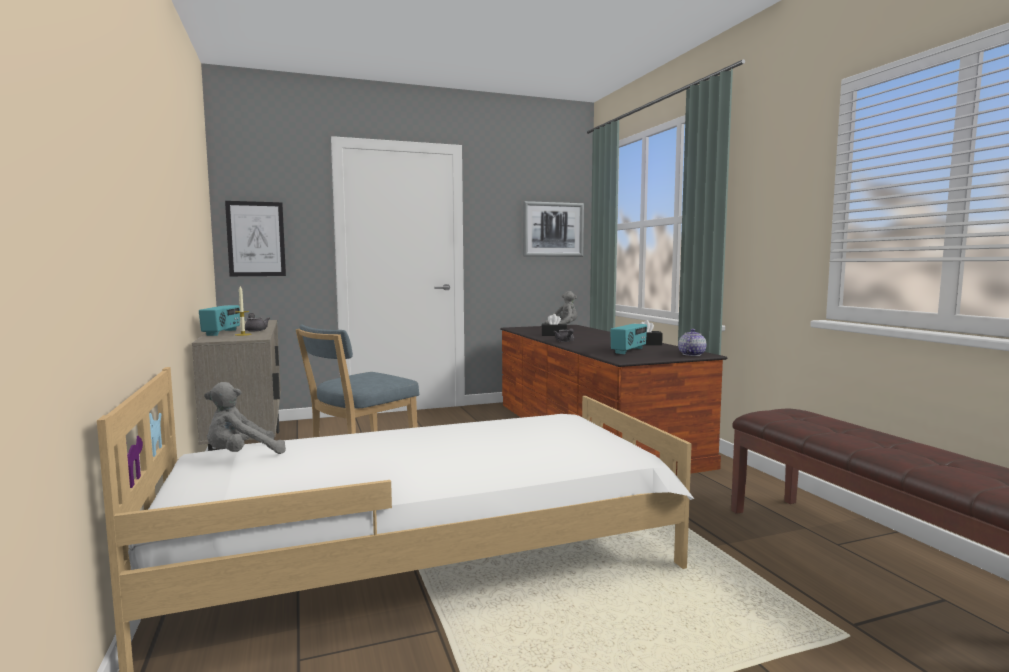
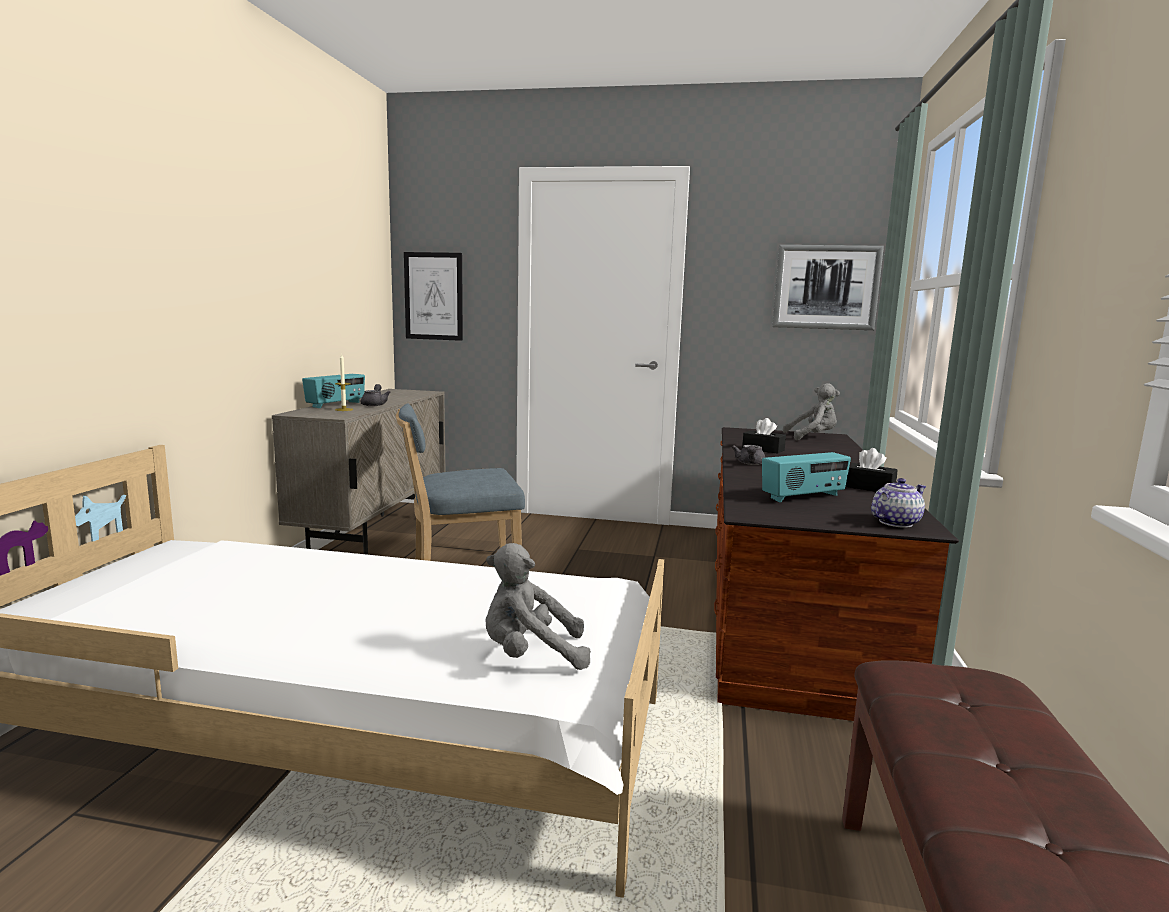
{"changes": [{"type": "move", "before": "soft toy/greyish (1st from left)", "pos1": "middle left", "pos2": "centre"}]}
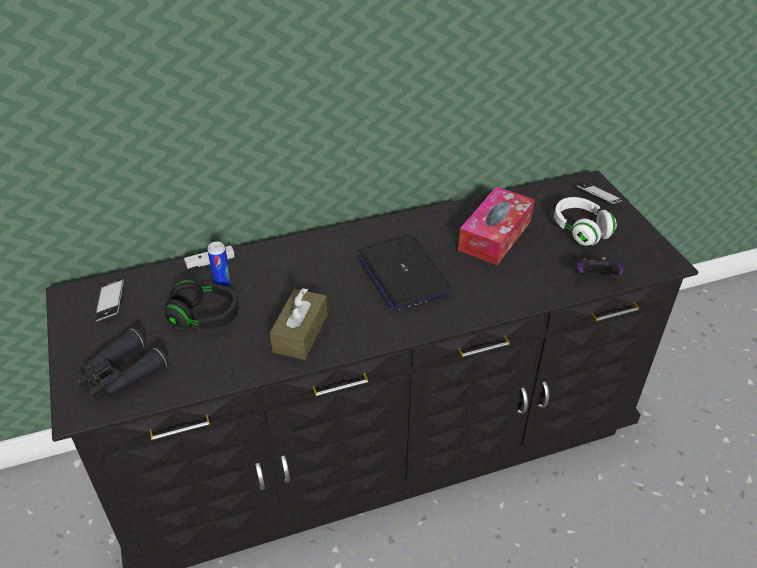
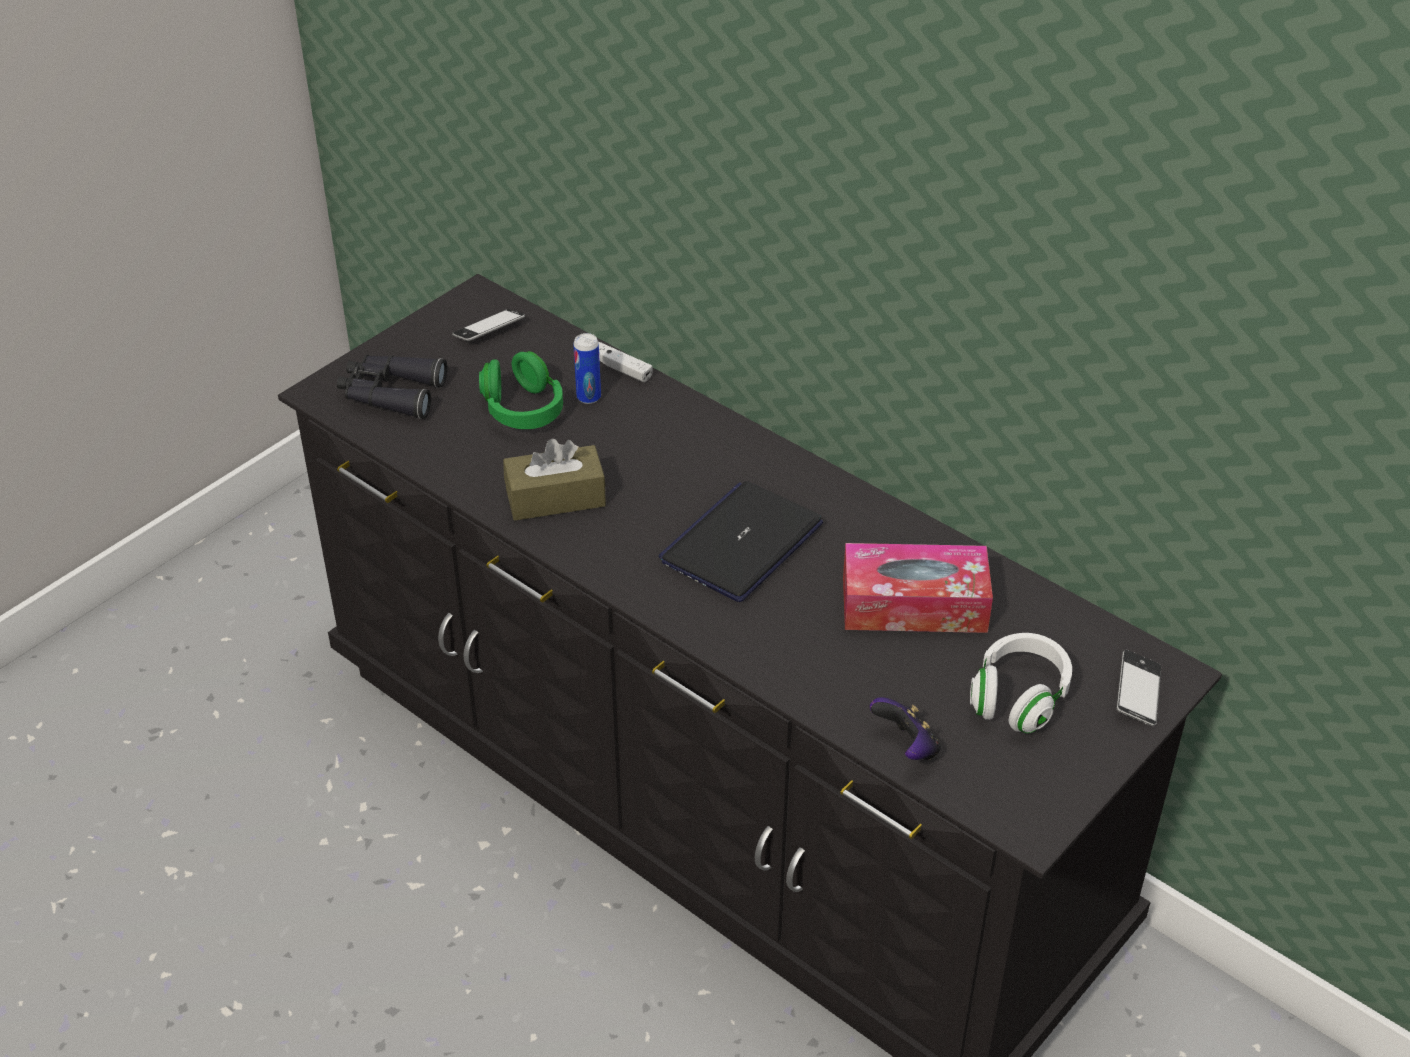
{"changes": [{"type": "recolor", "before": "pair of headphones/blackish", "after": "pair of headphones/greenish", "pos1": "middle left", "pos2": "centre"}]}
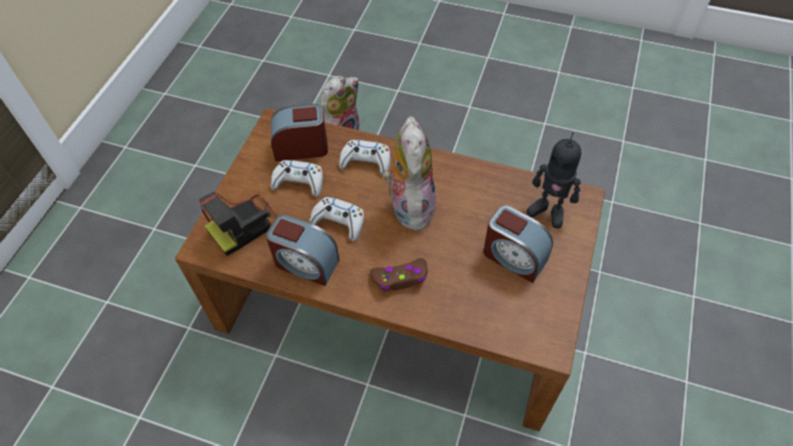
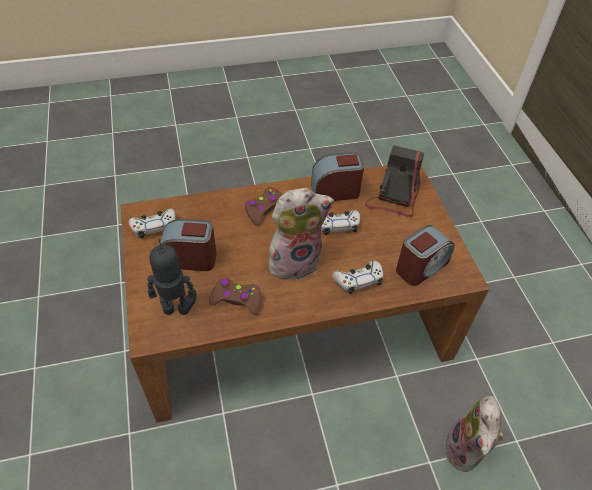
{"changes": [{"type": "rotate", "before": "soft toy (2nd from left in the first image)", "pos1": "centre", "pos2": "centre", "turn": -75}, {"type": "move", "before": "game controller/whitish (1st from left)", "pos1": "centre", "pos2": "middle left"}, {"type": "insert", "after": "game controller/brown-coloured (1st from left)", "pos2": "centre"}]}
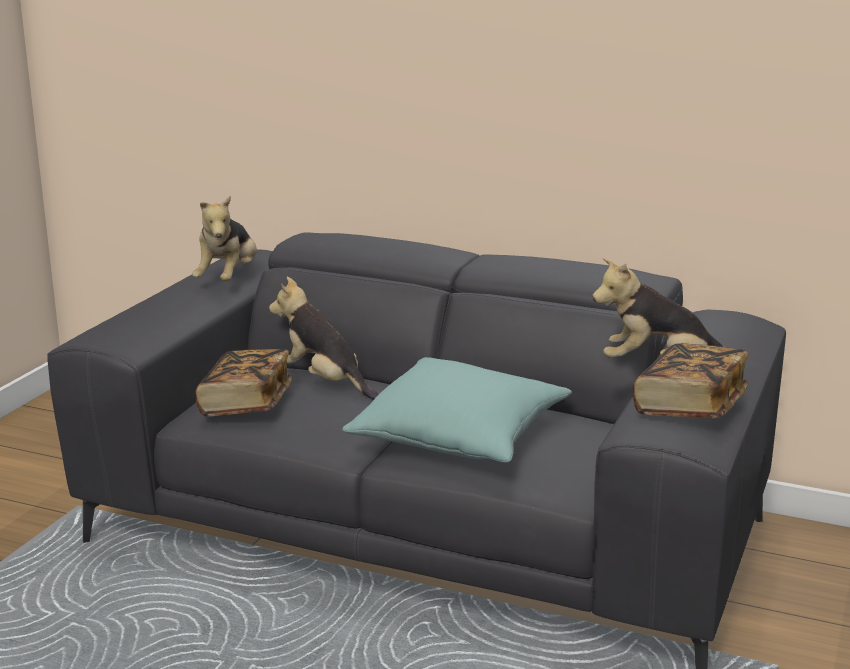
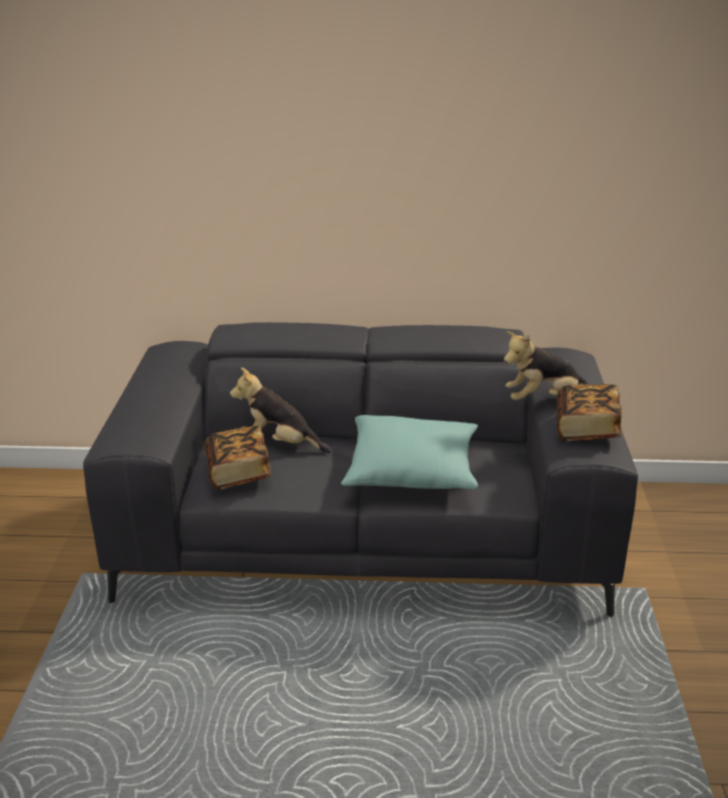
{"changes": [{"type": "delete", "before": "soft toy (1st from left)", "pos1": "middle left"}]}
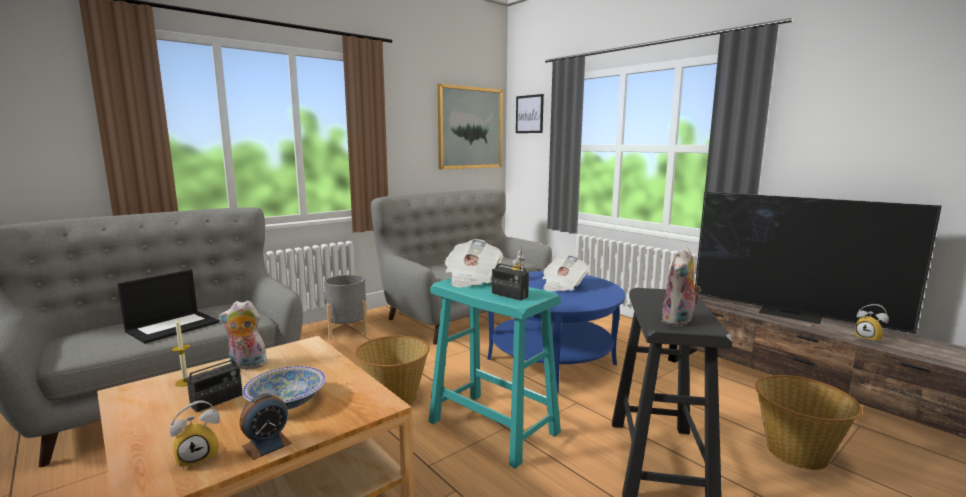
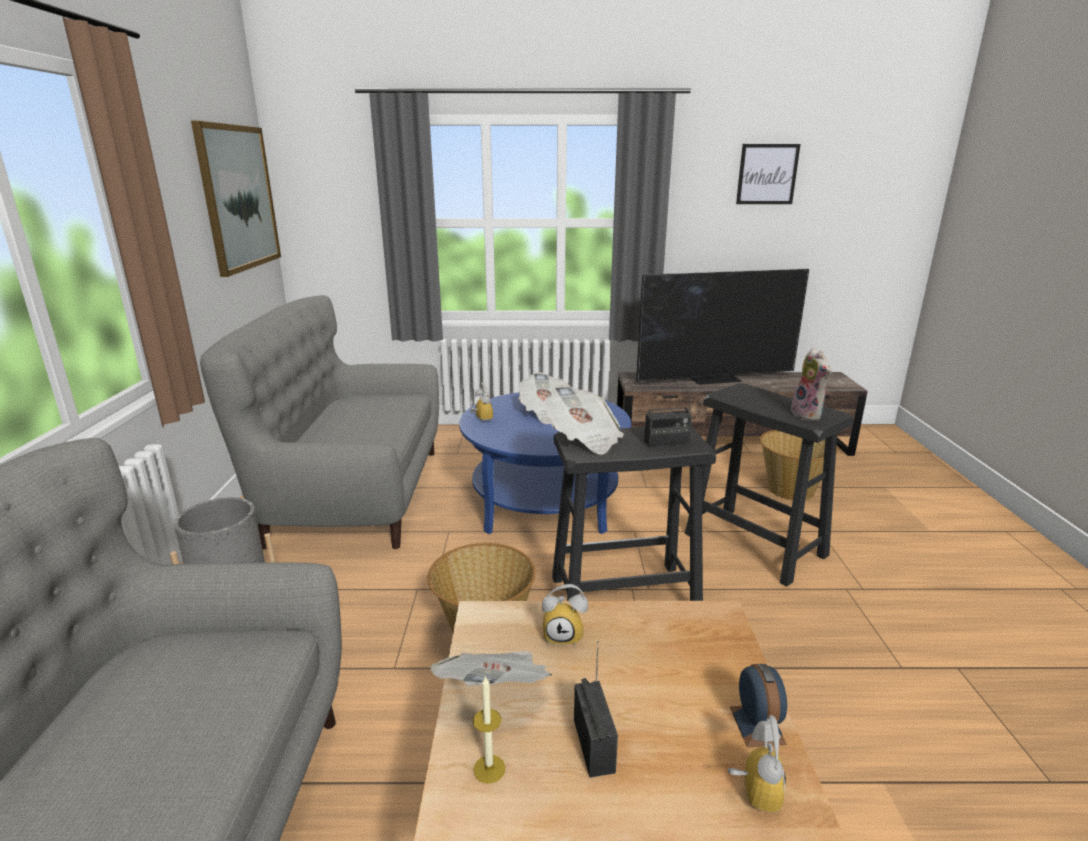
{"changes": [{"type": "move", "before": "wall art (2nd from left)", "pos1": "top centre", "pos2": "top right"}, {"type": "delete", "before": "portable computer", "pos1": "middle left"}, {"type": "recolor", "before": "sitting stool/blue-green", "after": "sitting stool/blackish (1st from left)", "pos1": "bottom centre", "pos2": "centre"}, {"type": "replace", "before": "soft toy (1st from left)", "after": "printed paper (1st from left)", "pos1": "bottom left", "pos2": "bottom centre"}, {"type": "move", "before": "table clock (4th from left in the first image)", "after": "table clock (2nd from left)", "pos1": "middle right", "pos2": "bottom centre"}, {"type": "delete", "before": "bowl", "pos1": "bottom left"}]}
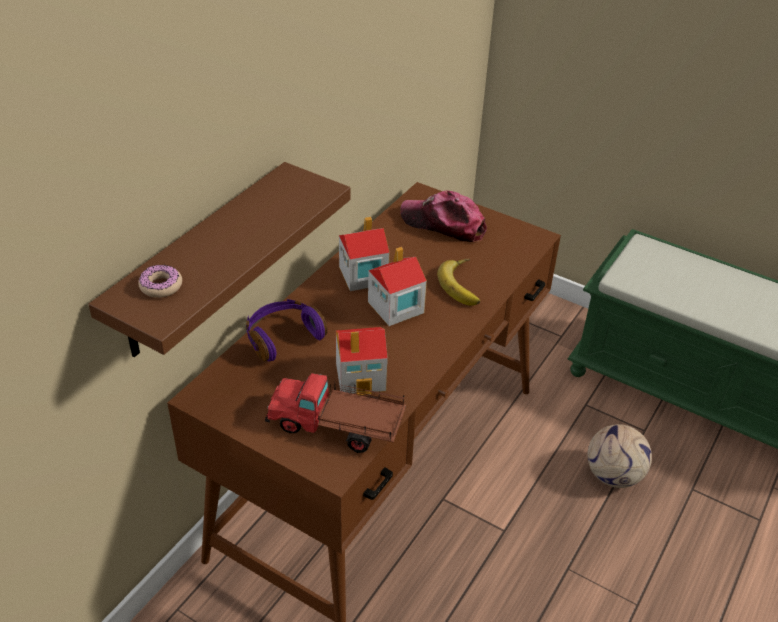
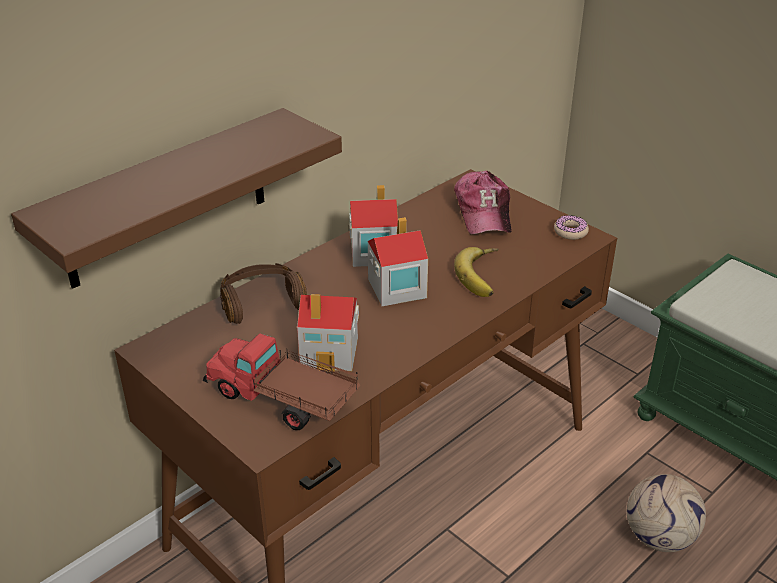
{"changes": [{"type": "rotate", "before": "cap", "pos1": "centre", "pos2": "centre", "turn": -135}, {"type": "move", "before": "ring doughnut", "pos1": "middle left", "pos2": "middle right"}, {"type": "recolor", "before": "pair of headphones/purple-coloured", "after": "pair of headphones/brown-coloured", "pos1": "centre", "pos2": "centre"}]}
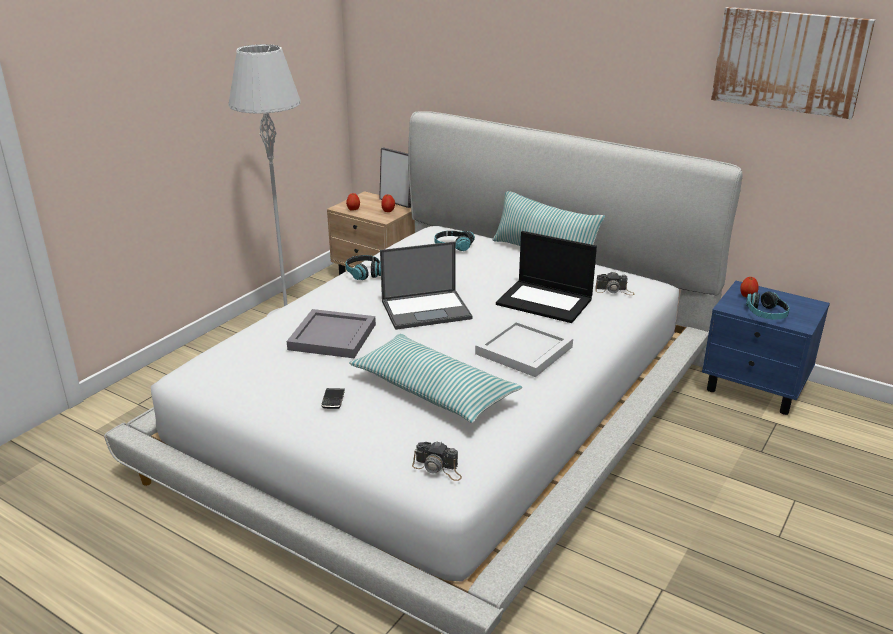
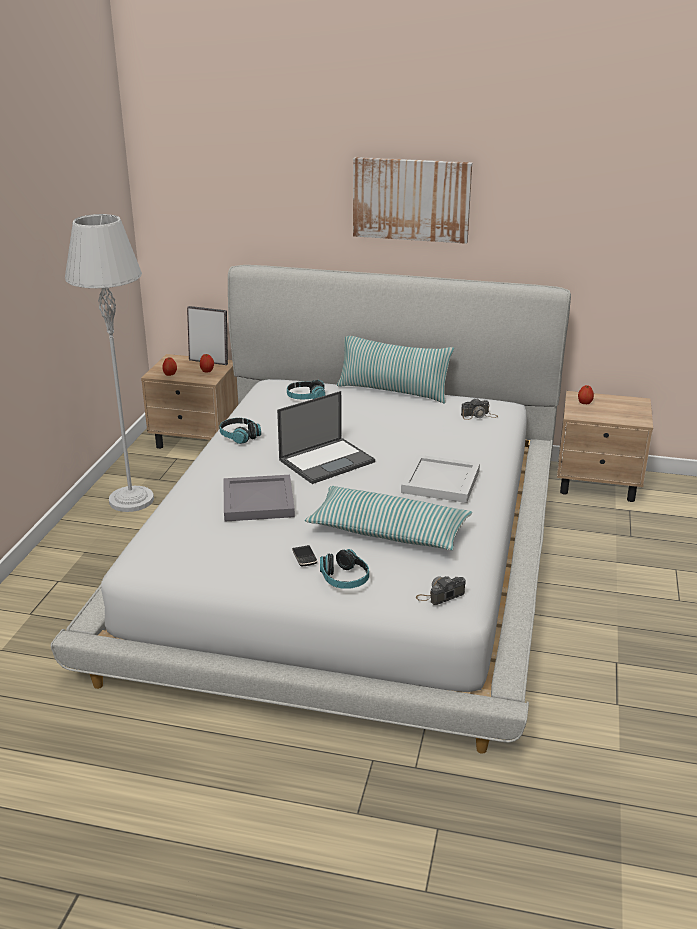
{"changes": [{"type": "move", "before": "wall art", "pos1": "top right", "pos2": "top centre"}, {"type": "delete", "before": "portable computer (2nd from left)", "pos1": "centre"}, {"type": "recolor", "before": "night table/blue", "after": "night table/beige-coloured (2nd from left)", "pos1": "middle right", "pos2": "middle right"}, {"type": "move", "before": "pair of headphones (3rd from left)", "pos1": "middle right", "pos2": "centre"}, {"type": "rotate", "before": "still camera (1st from left)", "pos1": "bottom centre", "pos2": "centre", "turn": 150}]}
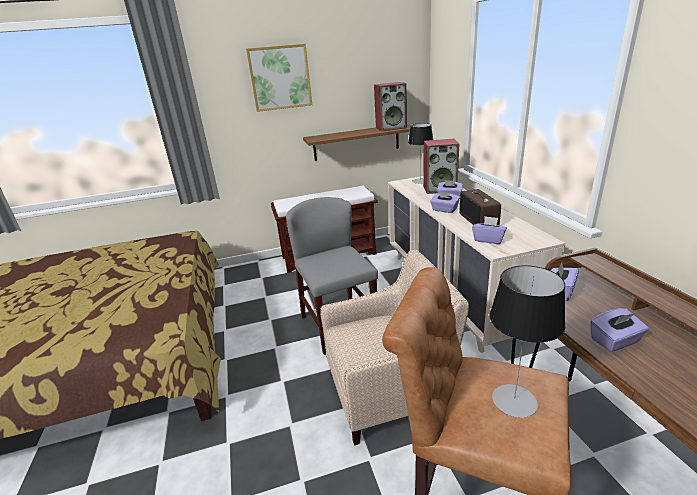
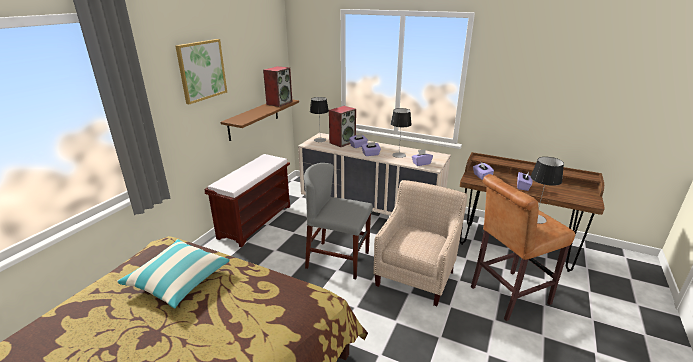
{"changes": [{"type": "replace", "before": "radio", "after": "lamp for a table (2nd from left)", "pos1": "middle right", "pos2": "centre"}, {"type": "insert", "after": "throw pillow", "pos2": "bottom left"}]}
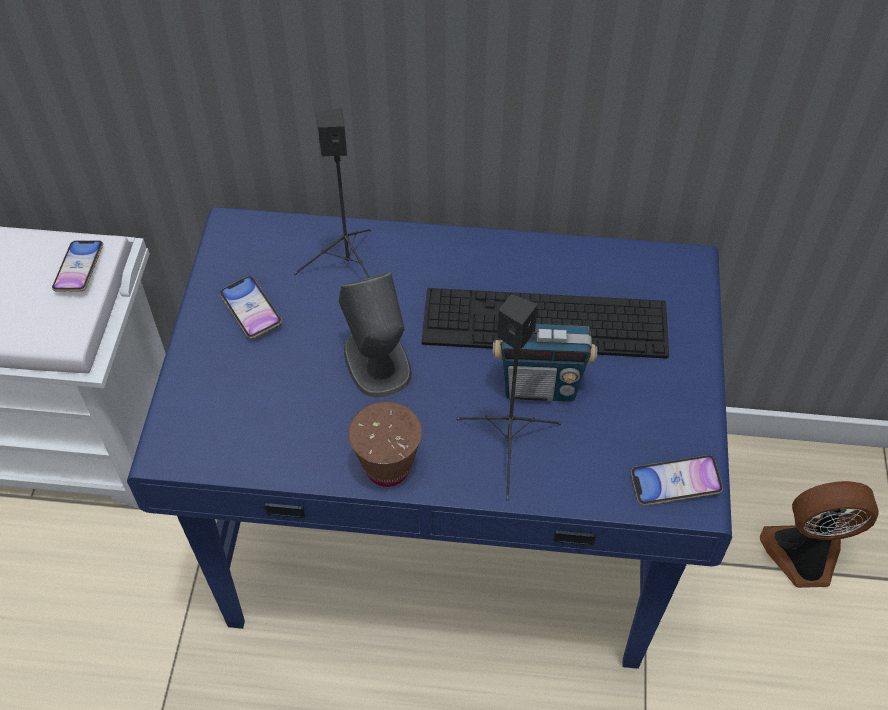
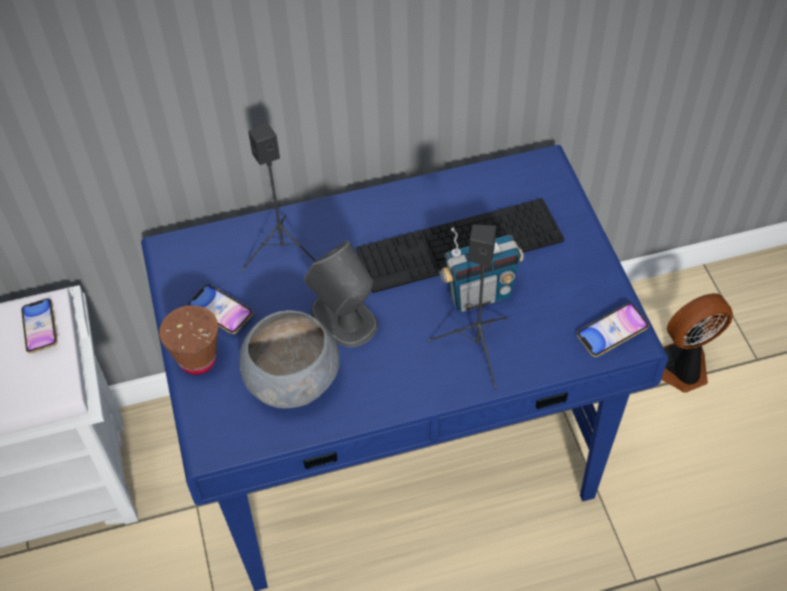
{"changes": [{"type": "move", "before": "cup/brown-coloured", "pos1": "centre", "pos2": "middle left"}, {"type": "insert", "after": "bowl/greyish", "pos2": "centre"}]}
